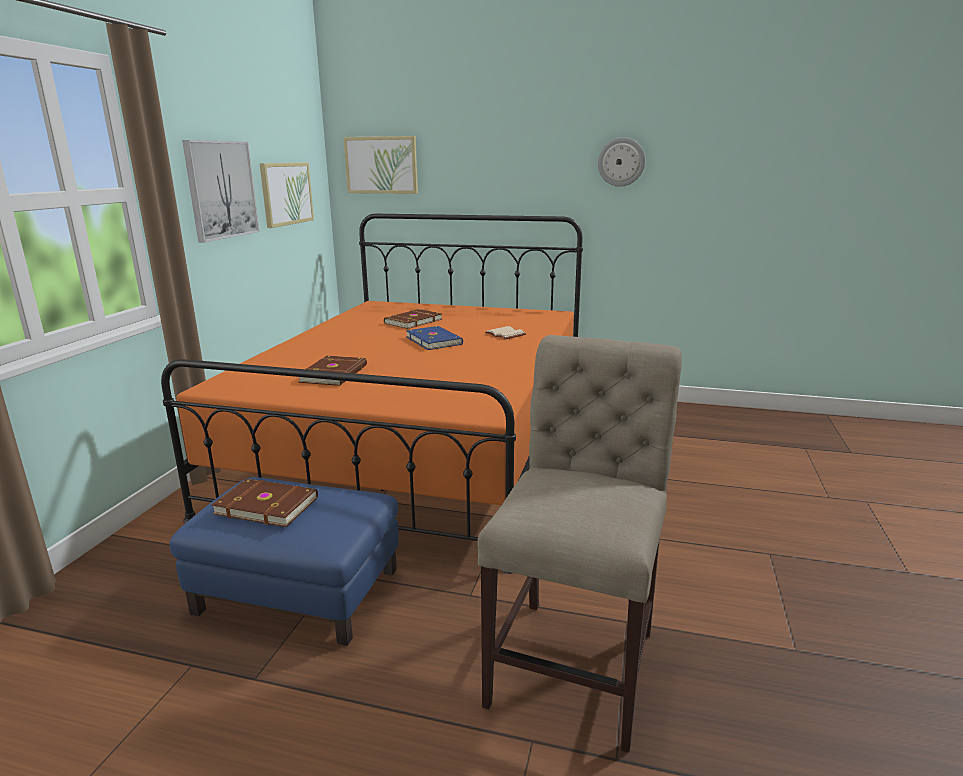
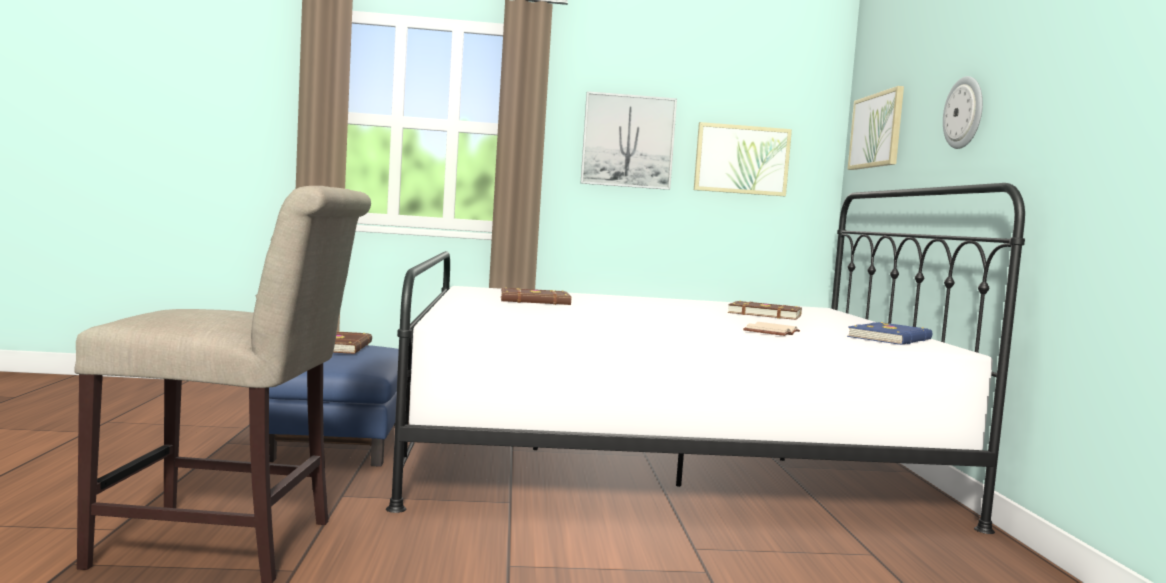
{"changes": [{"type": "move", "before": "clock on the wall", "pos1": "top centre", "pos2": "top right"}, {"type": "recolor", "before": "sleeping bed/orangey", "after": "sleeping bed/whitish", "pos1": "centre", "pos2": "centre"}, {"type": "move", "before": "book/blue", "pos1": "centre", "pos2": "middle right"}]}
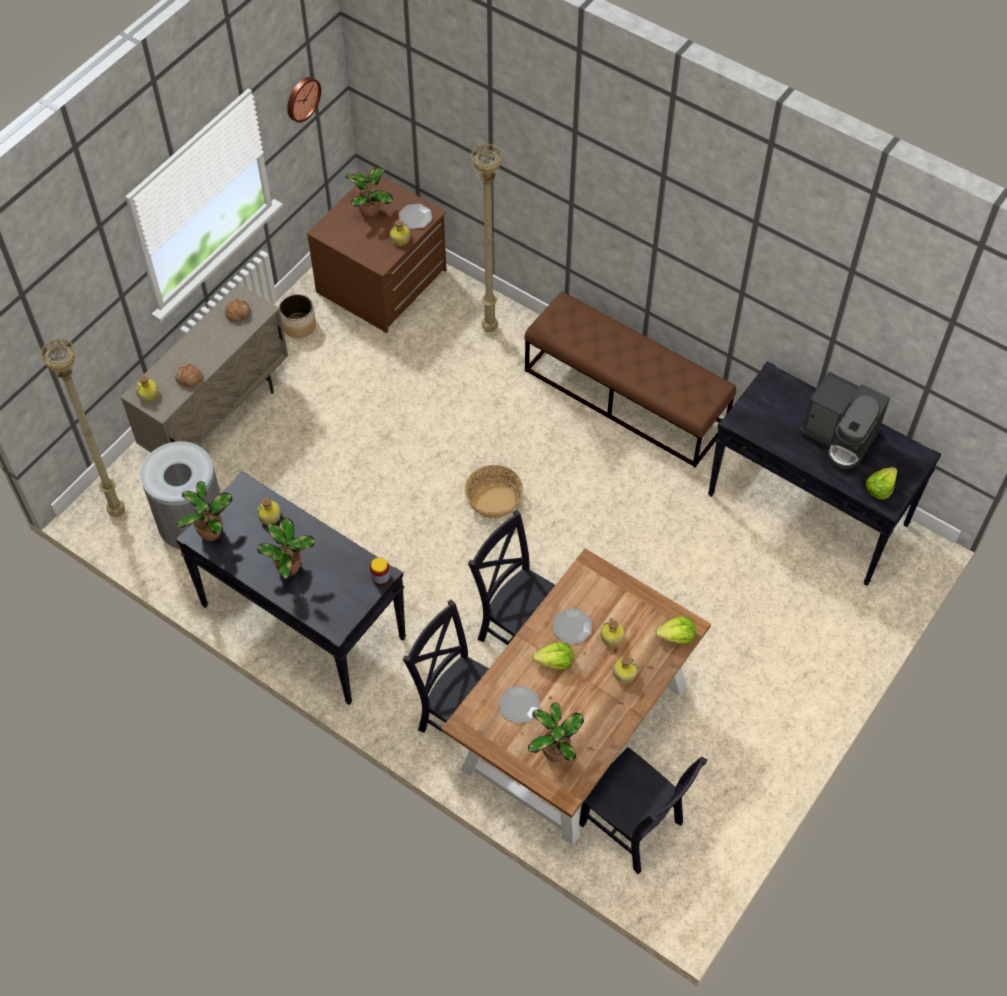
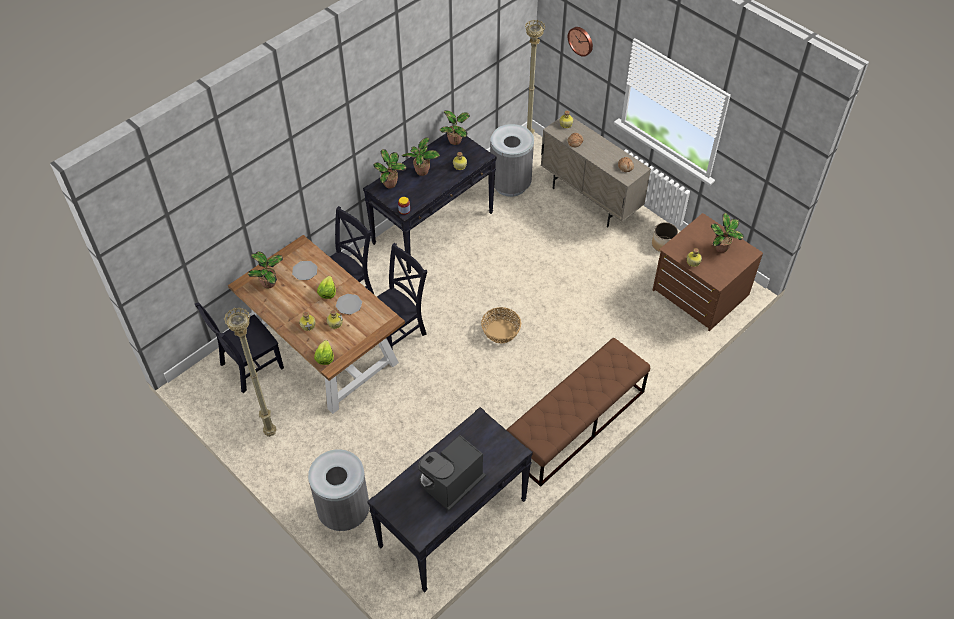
{"changes": [{"type": "move", "before": "clock on the wall", "pos1": "top left", "pos2": "top centre"}, {"type": "move", "before": "standing lamp/beige-coloured (2nd from left in the first image)", "after": "standing lamp/beige-coloured (1st from left)", "pos1": "top centre", "pos2": "middle left"}, {"type": "delete", "before": "dinner plate (1st from left)", "pos1": "top centre"}, {"type": "delete", "before": "lettuce (3rd from left)", "pos1": "middle right"}, {"type": "insert", "after": "potted plant (2nd from left)", "pos2": "top centre"}, {"type": "insert", "after": "trash can/greyish (1st from left)", "pos2": "bottom centre"}]}
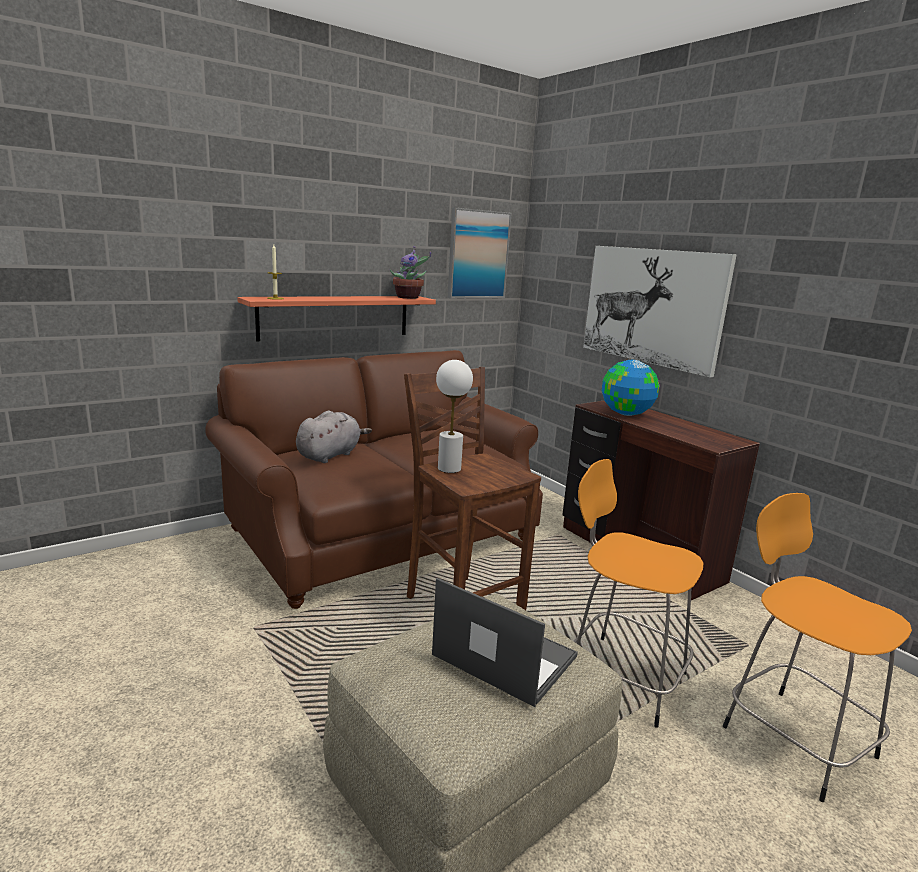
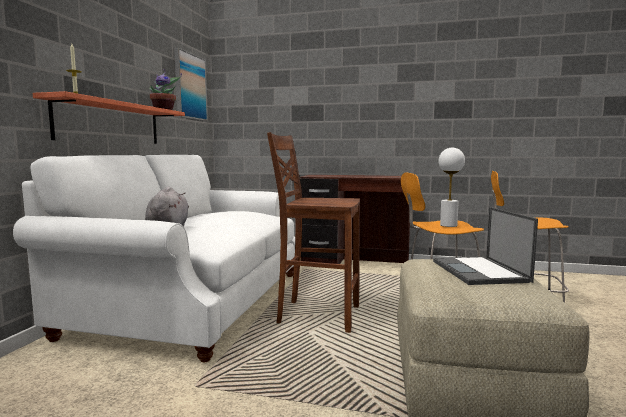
{"changes": [{"type": "delete", "before": "wall art (2nd from left)", "pos1": "middle right"}, {"type": "recolor", "before": "settee/brown-coloured", "after": "settee/whitish", "pos1": "centre", "pos2": "middle left"}, {"type": "move", "before": "lamp for a table/whitish", "pos1": "centre", "pos2": "middle right"}, {"type": "delete", "before": "globe", "pos1": "middle right"}, {"type": "rotate", "before": "portable computer", "pos1": "bottom centre", "pos2": "middle right", "turn": -90}]}
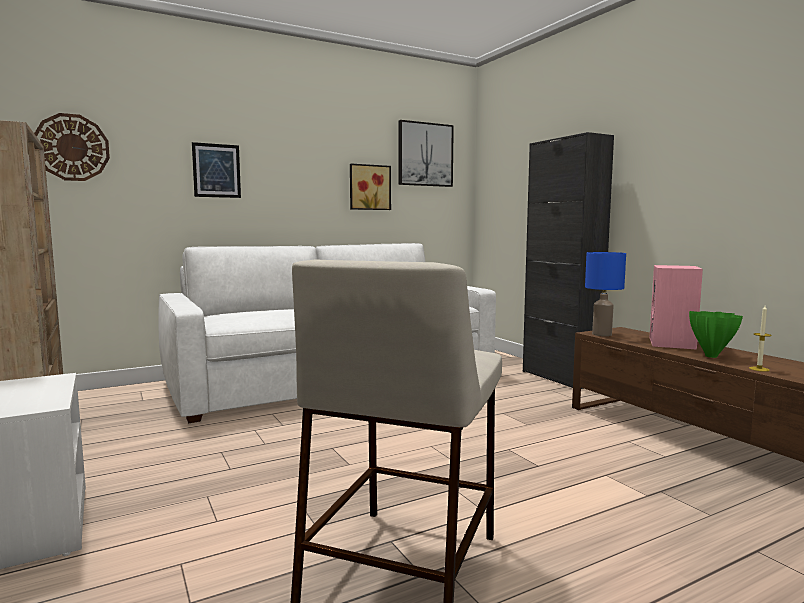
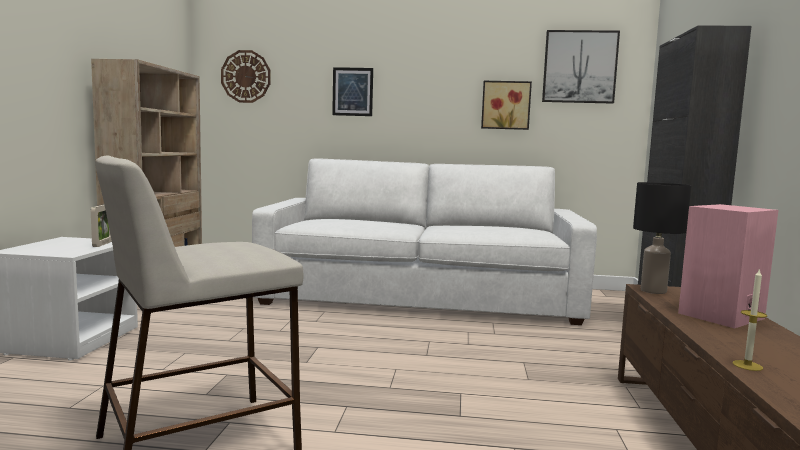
{"changes": [{"type": "recolor", "before": "lamp for a table/blue", "after": "lamp for a table/blackish", "pos1": "middle right", "pos2": "middle right"}, {"type": "delete", "before": "flower vase/greenish", "pos1": "middle right"}, {"type": "insert", "after": "photo frame", "pos2": "middle left"}]}
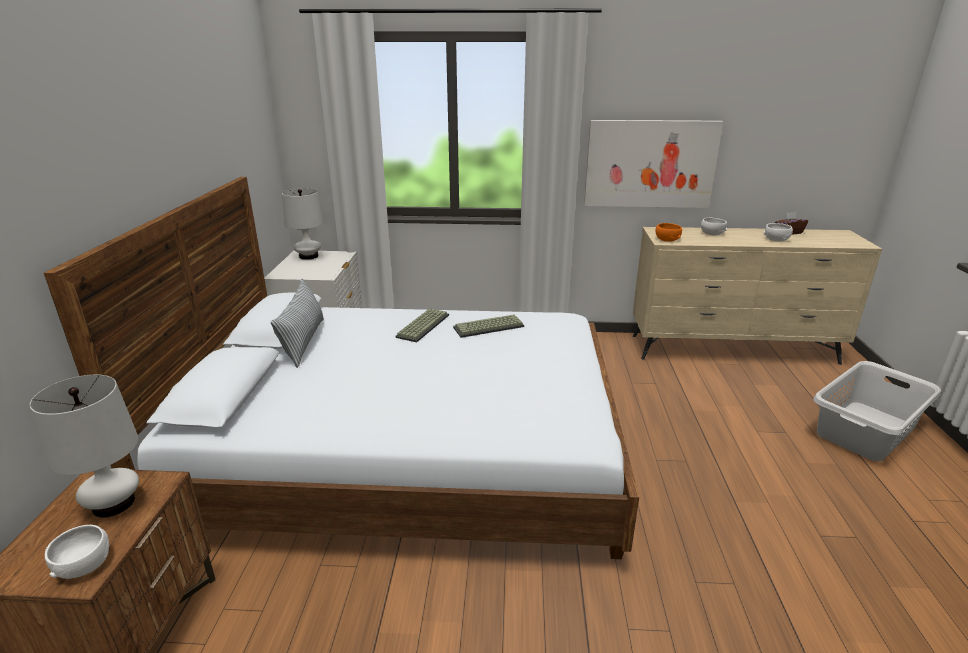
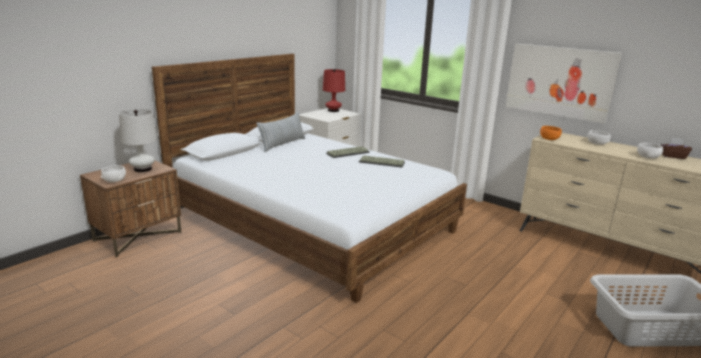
{"changes": [{"type": "recolor", "before": "lamp for a table/whitish (2nd from left)", "after": "lamp for a table/reddish", "pos1": "middle left", "pos2": "top centre"}]}
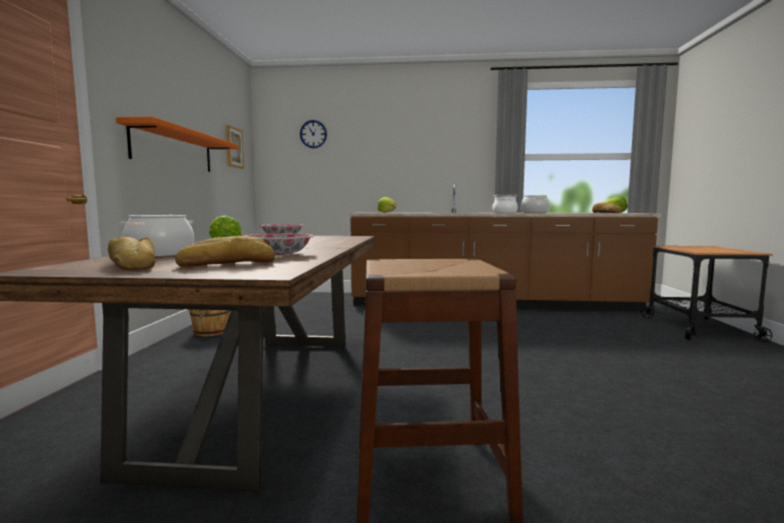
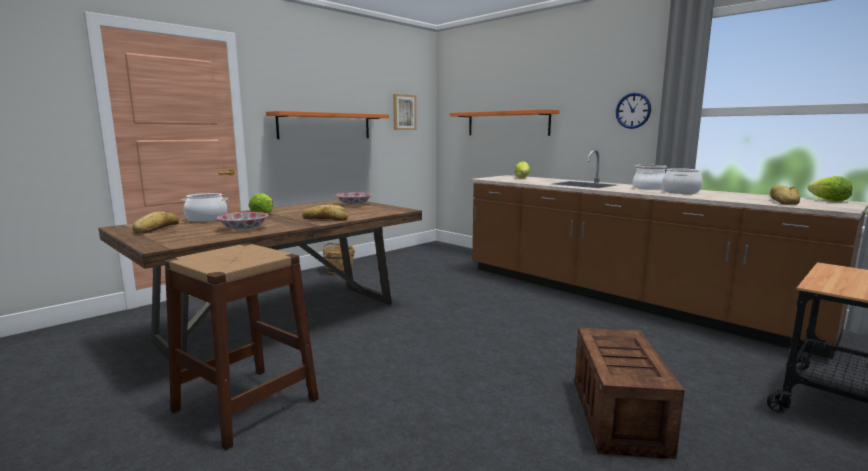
{"changes": [{"type": "move", "before": "clock on the wall", "pos1": "top centre", "pos2": "top right"}, {"type": "move", "before": "baked bread (2nd from left)", "pos1": "middle left", "pos2": "centre"}, {"type": "insert", "after": "bracket shelf/orangey (2nd from left)", "pos2": "top centre"}, {"type": "insert", "after": "shipping crate", "pos2": "bottom right"}]}
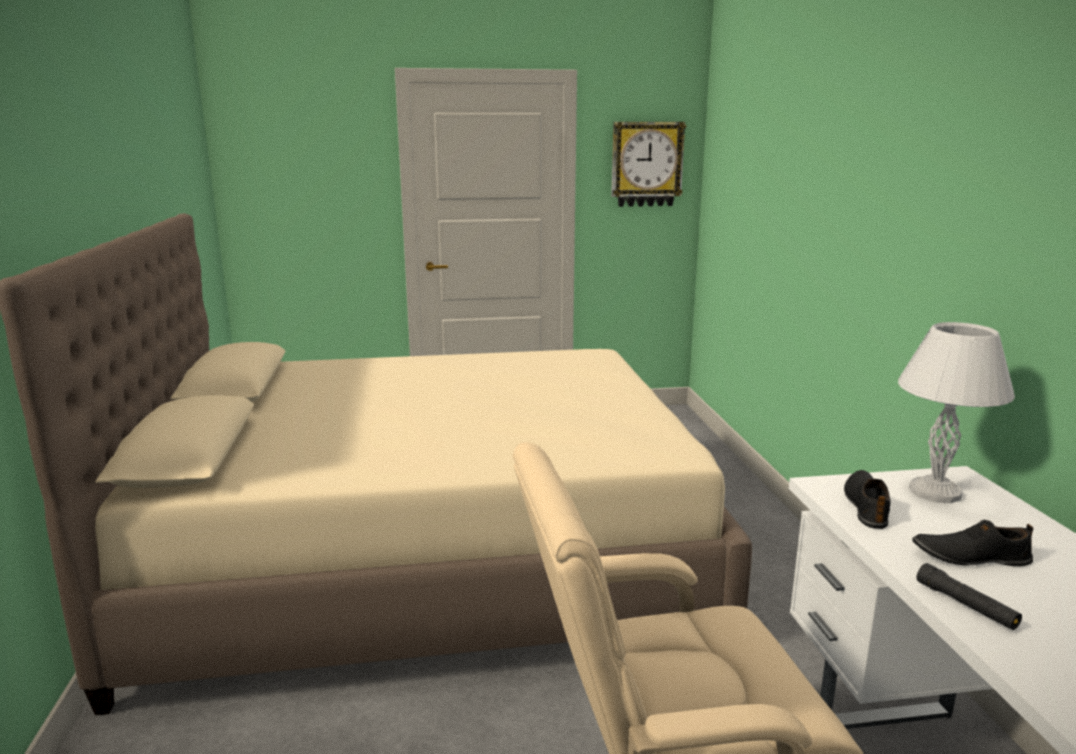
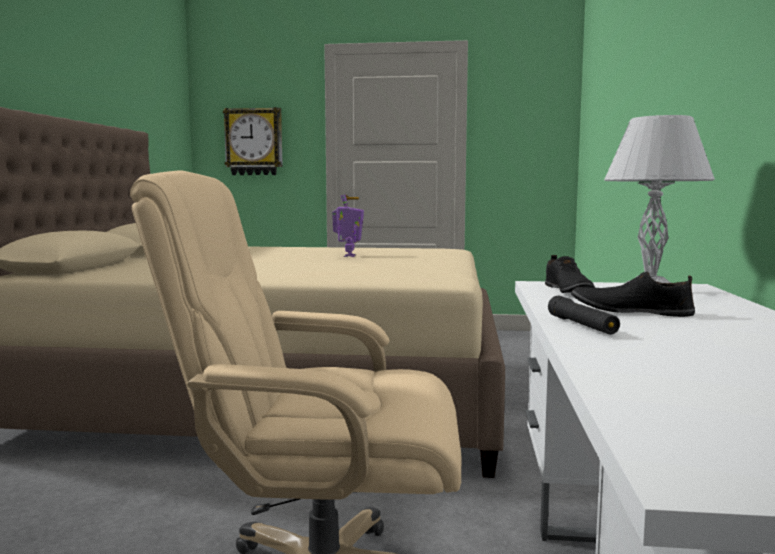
{"changes": [{"type": "move", "before": "clock on the wall", "pos1": "top centre", "pos2": "top left"}, {"type": "rotate", "before": "item of footwear/blackish (1st from left)", "pos1": "middle right", "pos2": "middle right", "turn": 150}, {"type": "insert", "after": "robot figure", "pos2": "centre"}]}
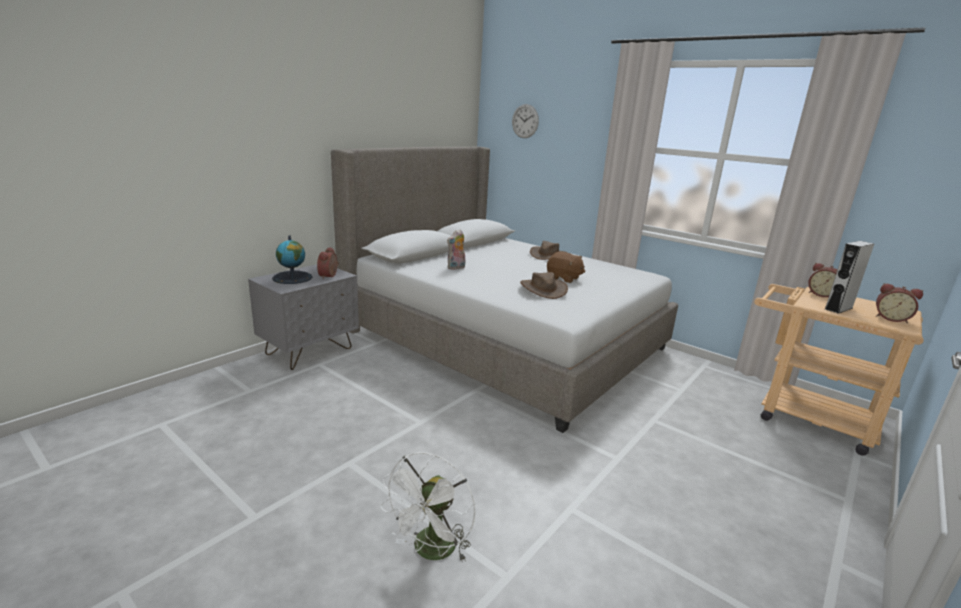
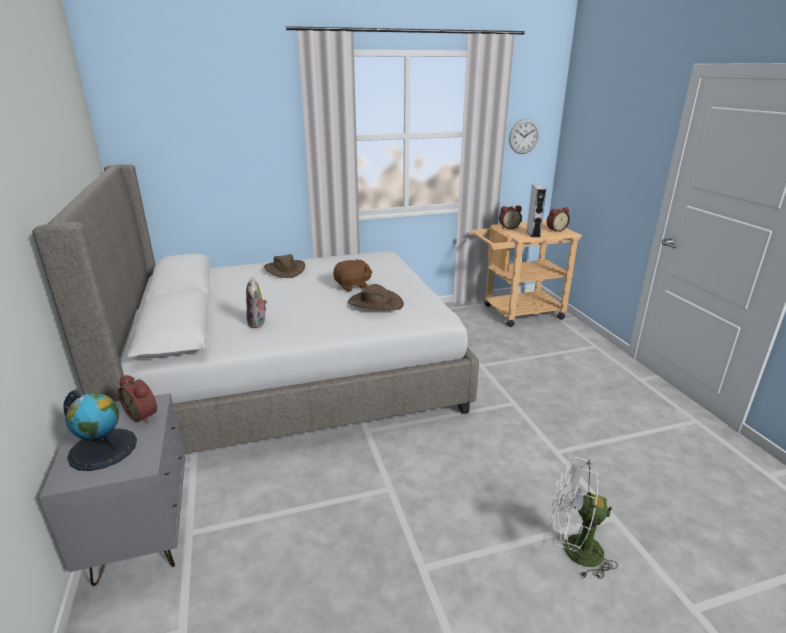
{"changes": [{"type": "move", "before": "clock on the wall", "pos1": "top centre", "pos2": "top right"}, {"type": "rotate", "before": "cooling fan/whitish", "pos1": "bottom centre", "pos2": "bottom right", "turn": 135}]}
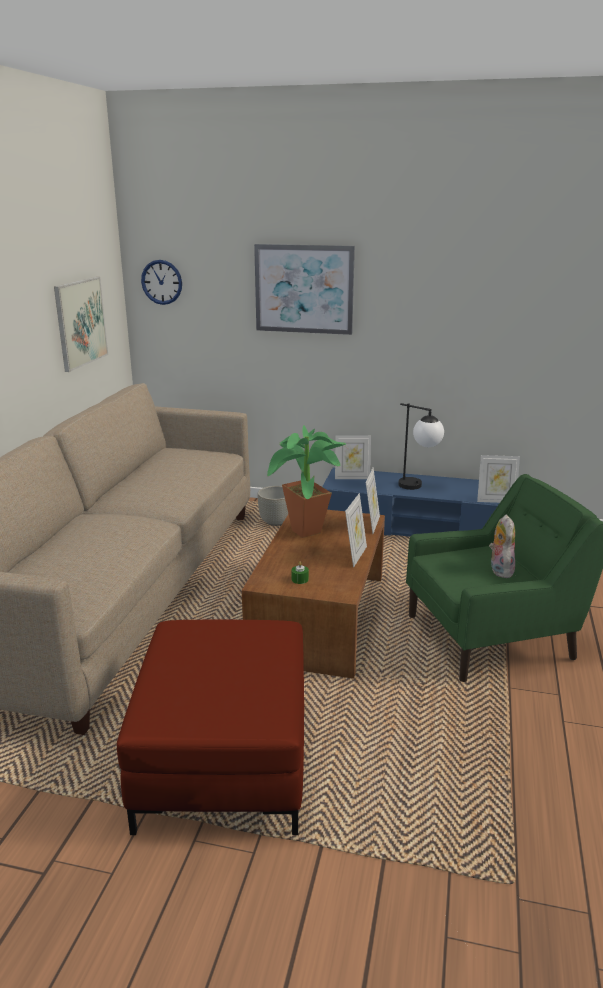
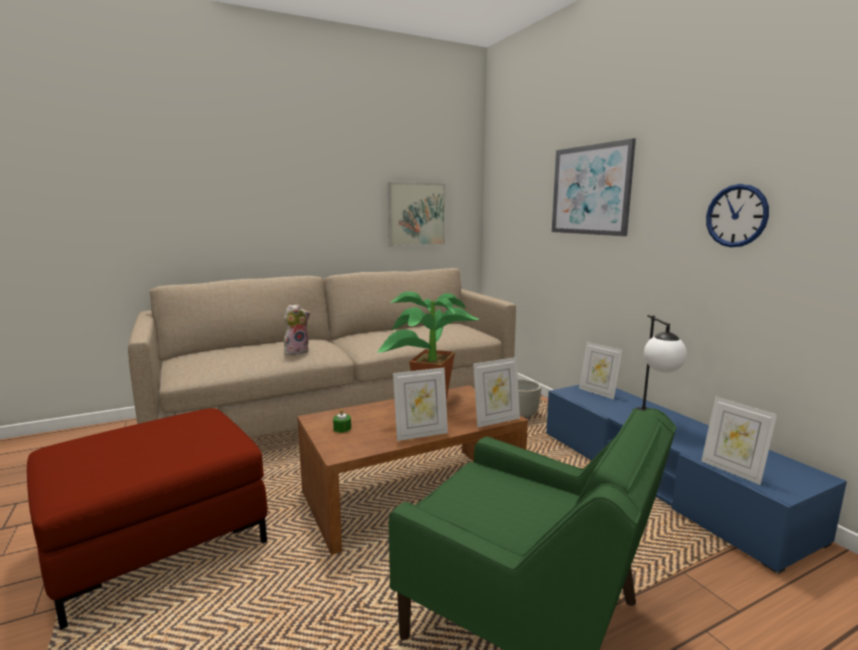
{"changes": [{"type": "move", "before": "clock on the wall", "pos1": "top left", "pos2": "top right"}, {"type": "move", "before": "soft toy", "pos1": "middle right", "pos2": "centre"}]}
